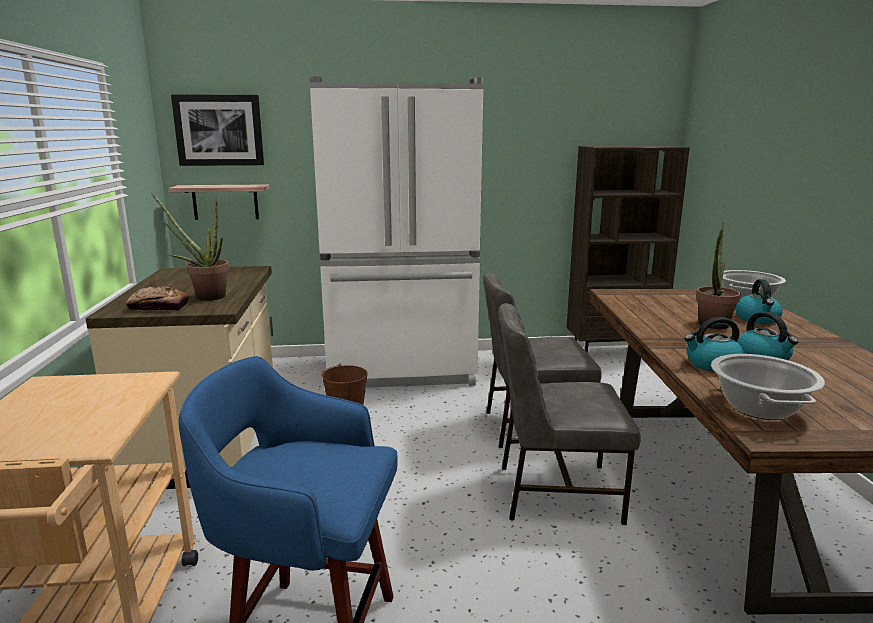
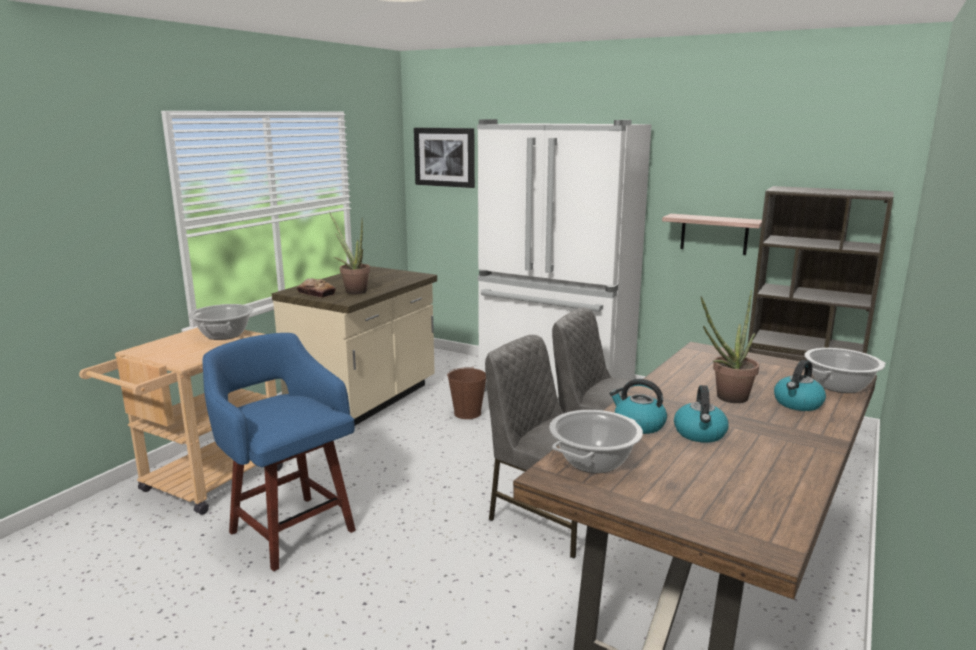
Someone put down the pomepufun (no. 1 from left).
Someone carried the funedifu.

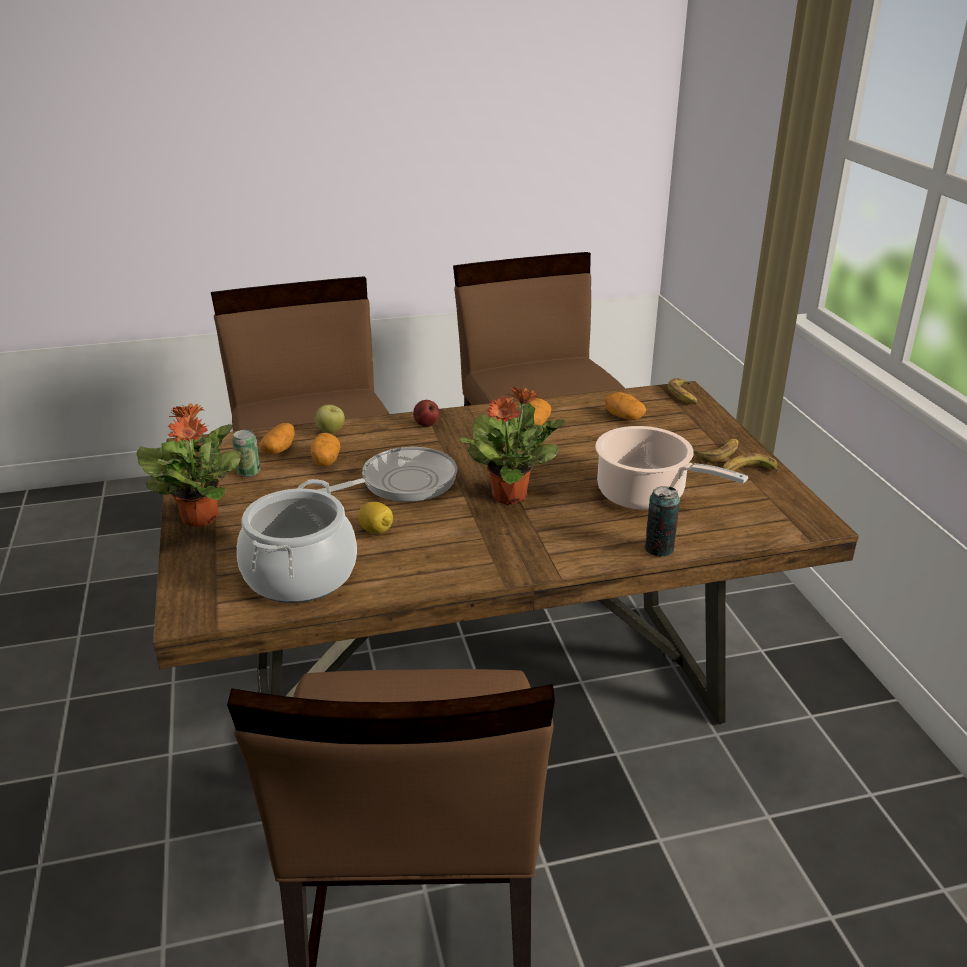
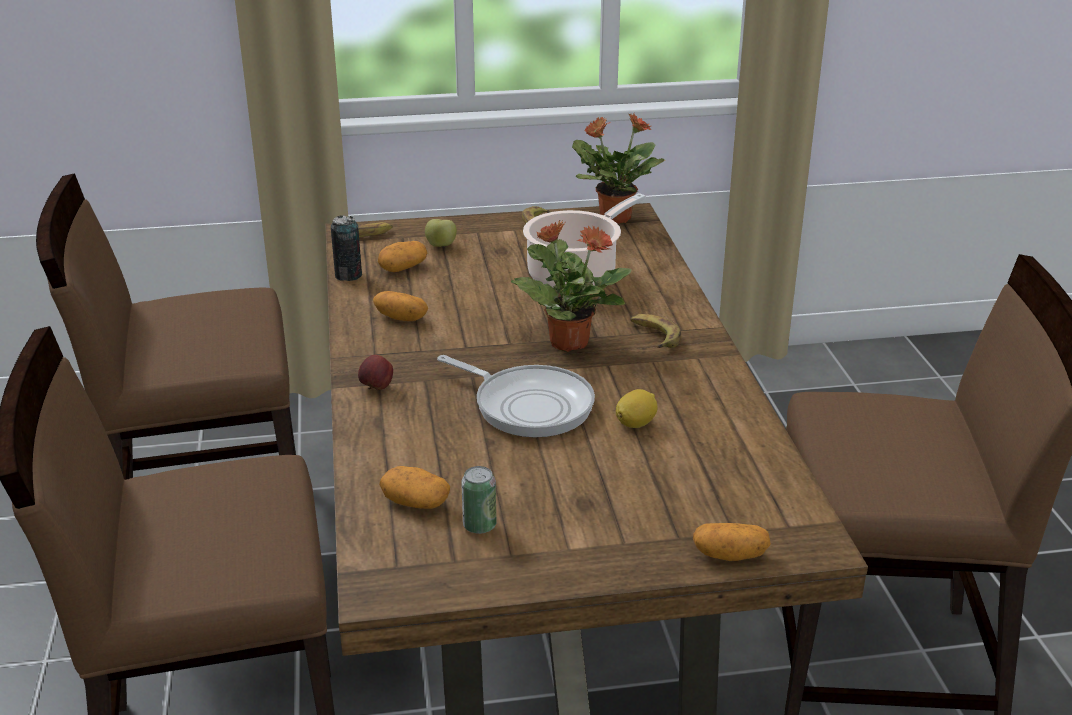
Someone carried the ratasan (no. 2 from left in the first image).
Someone carried the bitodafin (no. 1 from left in the first image).
Someone rotated the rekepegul by 150 degrees clockwise.
Someone carried the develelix (no. 1 from left in the first image).
Someone carried the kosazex (no. 2 from left in the first image).
Someone carried the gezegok (no. 2 from left in the first image).
Someone took away the pomepufun (no. 1 from left).

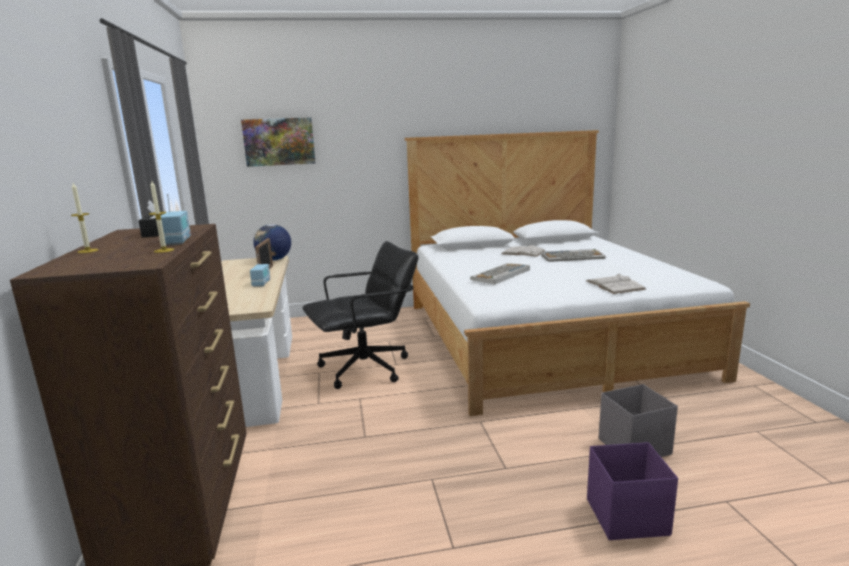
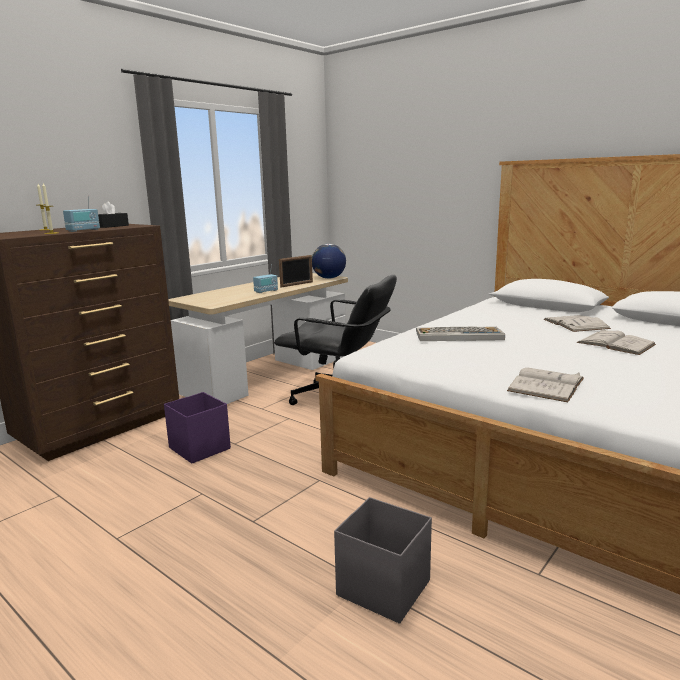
Someone carried the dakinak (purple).
Someone swapped the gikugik (no. 2 from left) for the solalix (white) (no. 3 from left).
Someone took away the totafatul.

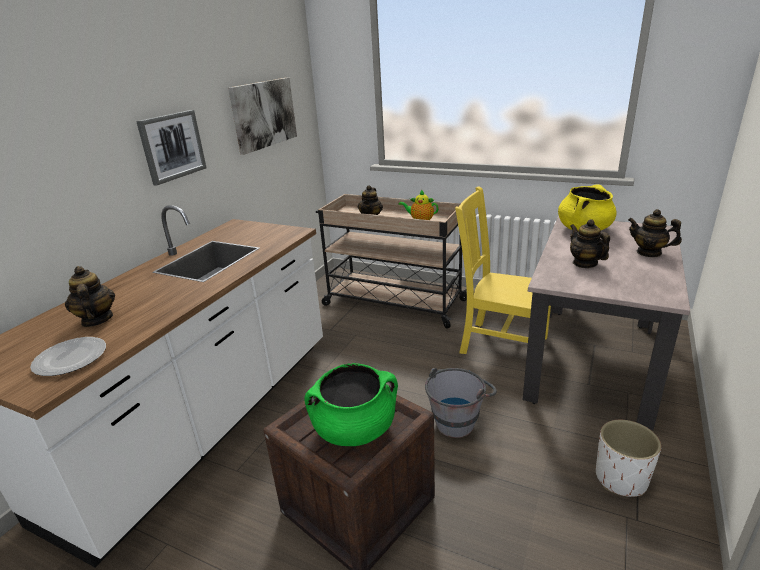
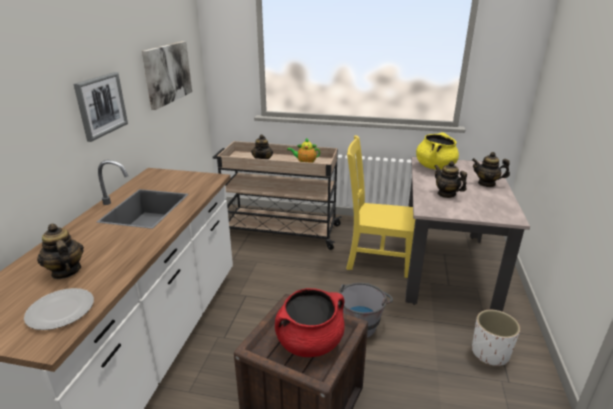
Someone repainted the pomepufun (green), which became the pomepufun (red).

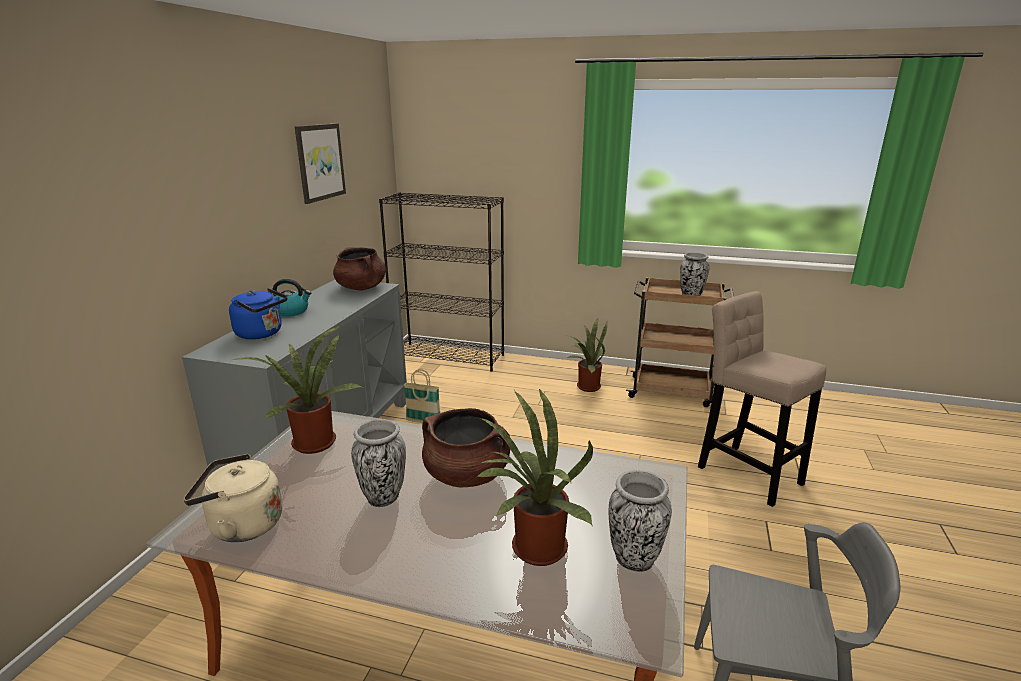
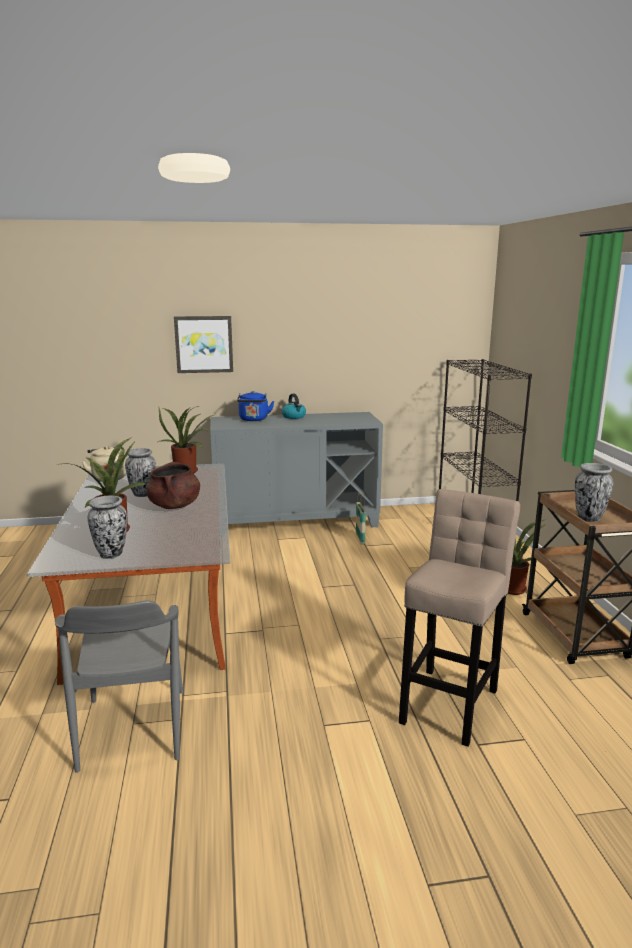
Someone carried the totafatul.
Someone took away the pomepufun (brown) (no. 1 from left).

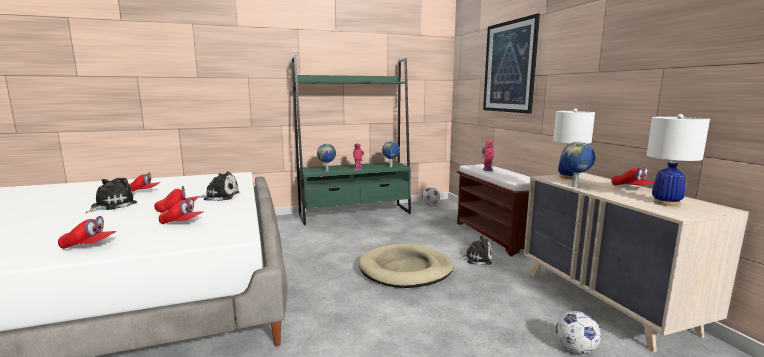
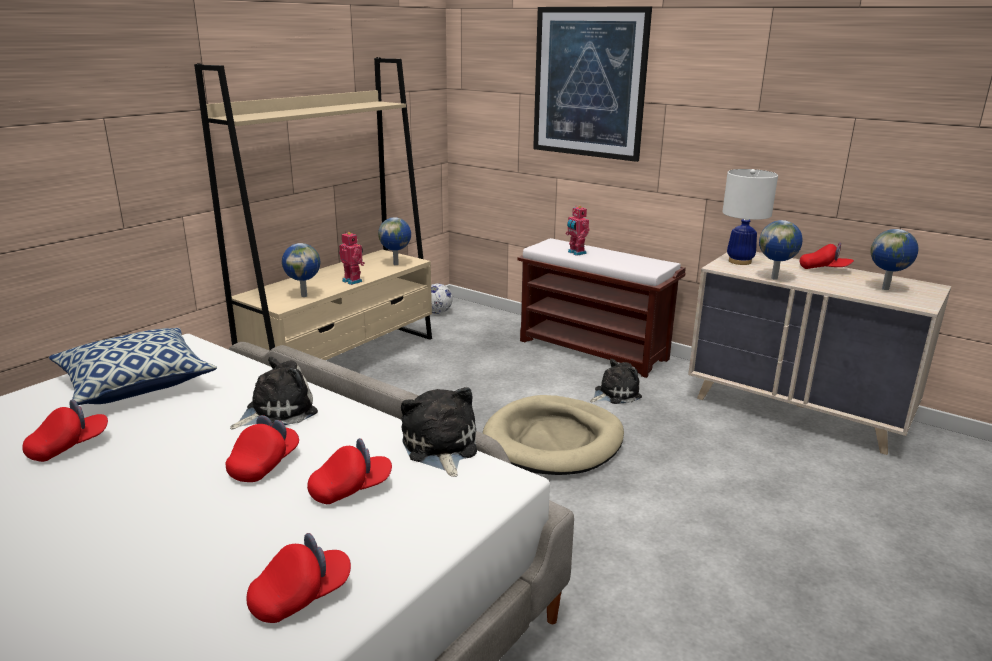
Someone put down the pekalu.
Someone repainted the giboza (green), which became the giboza (beige).
Someone carried the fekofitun (no. 1 from left in the first image).
Someone swapped the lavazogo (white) (no. 2 from left) for the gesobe (no. 4 from left).
Someone took away the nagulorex (no. 2 from left).

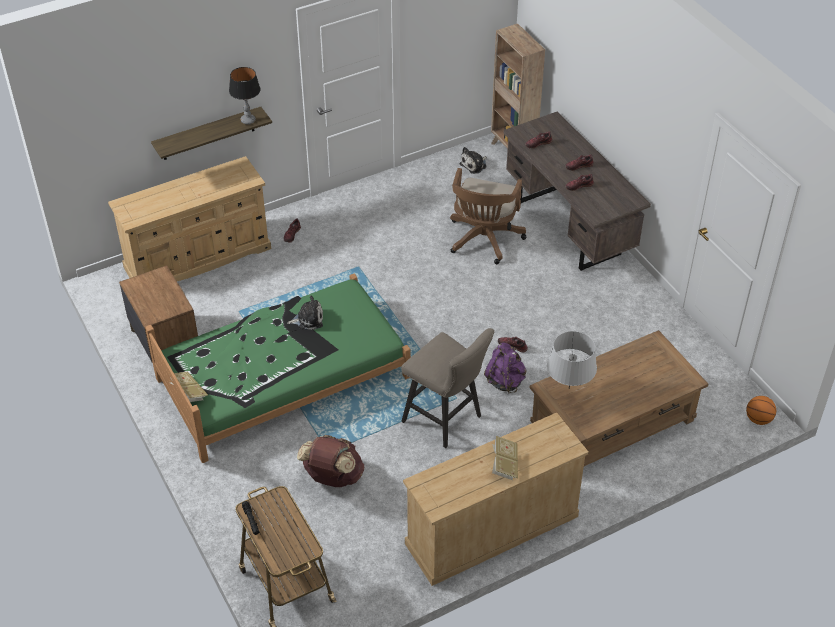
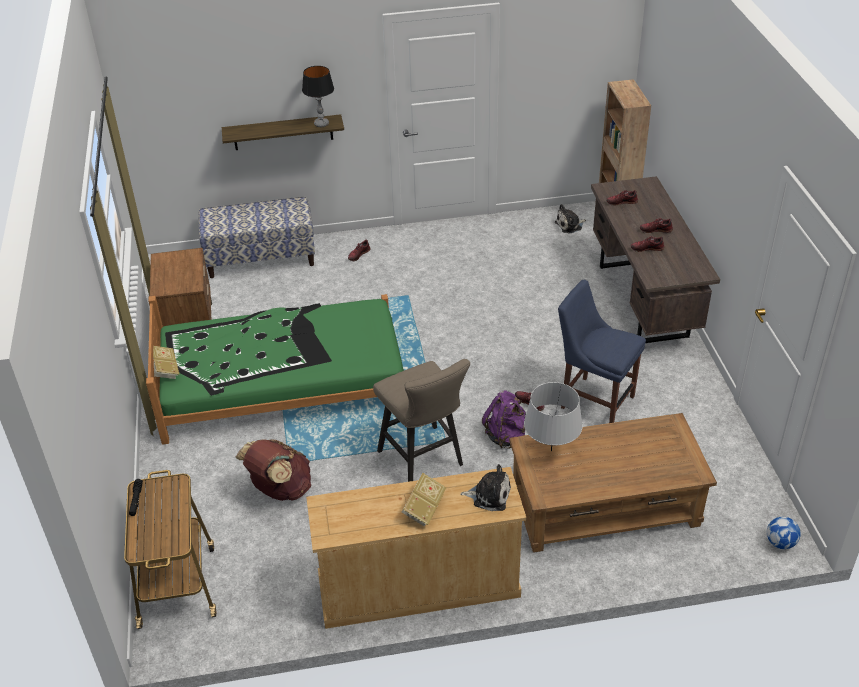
Someone swapped the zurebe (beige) (no. 1 from left) for the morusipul.
Someone carried the fekofitun (no. 1 from left).
Someone put down the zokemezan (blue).
Someone swapped the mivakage for the nagulorex.
Someone took away the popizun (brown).

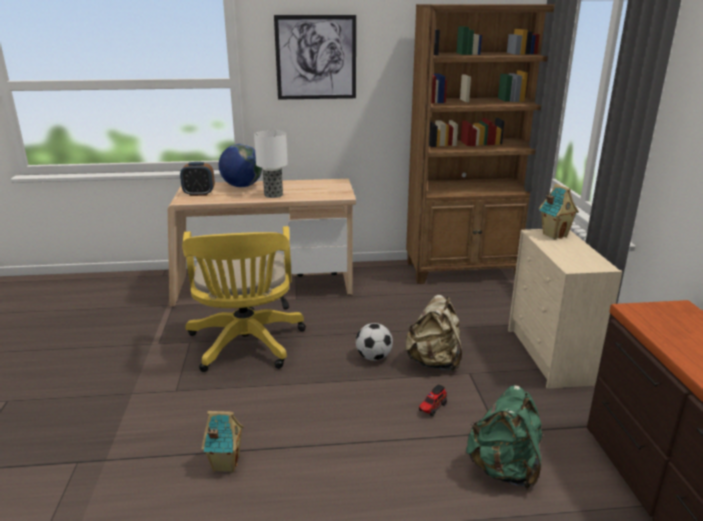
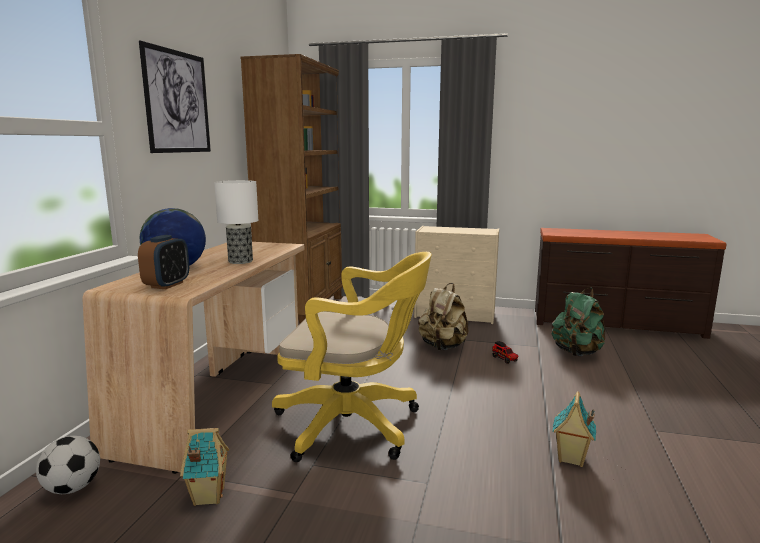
Someone carried the nagulorex.
Someone carried the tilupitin (no. 2 from left in the first image).

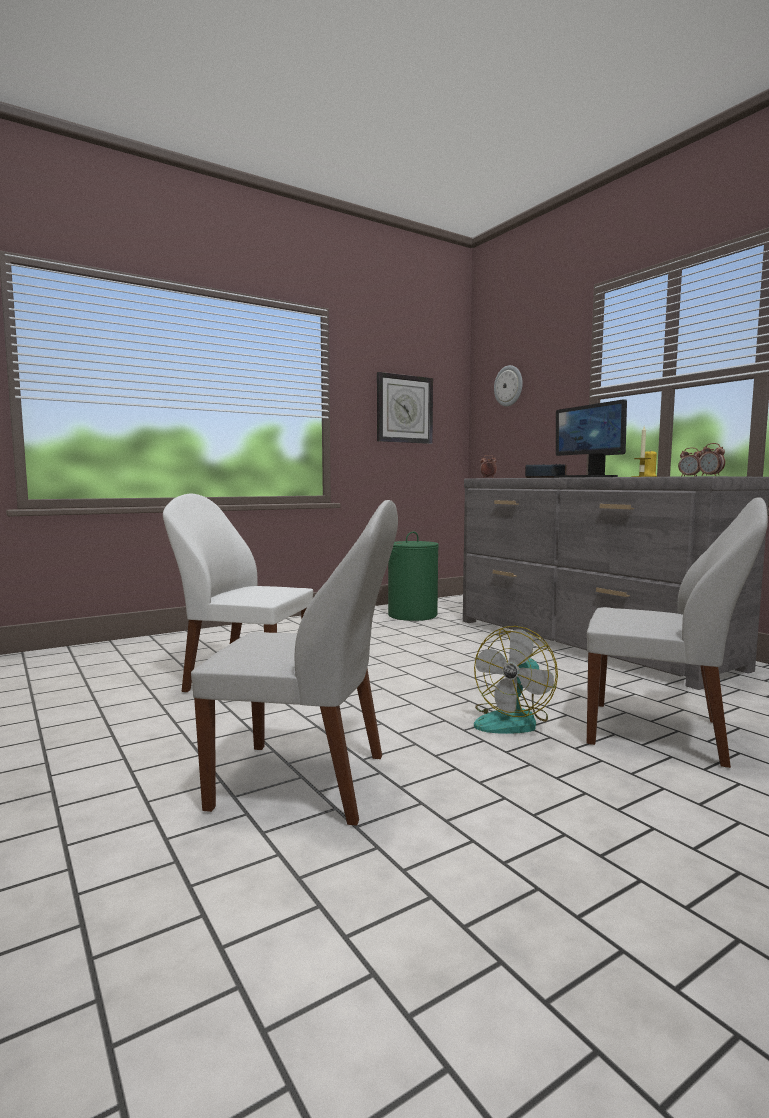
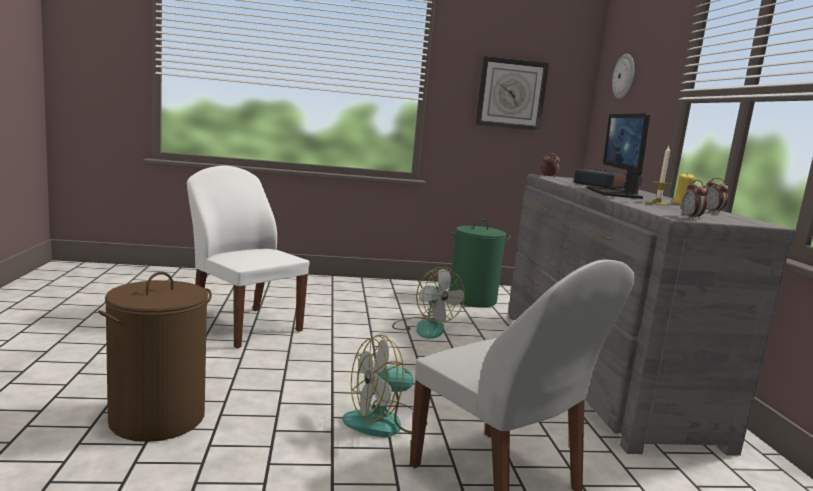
Someone swapped the zokemezan (white) (no. 2 from left) for the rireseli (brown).
Someone put down the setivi (no. 2 from left).

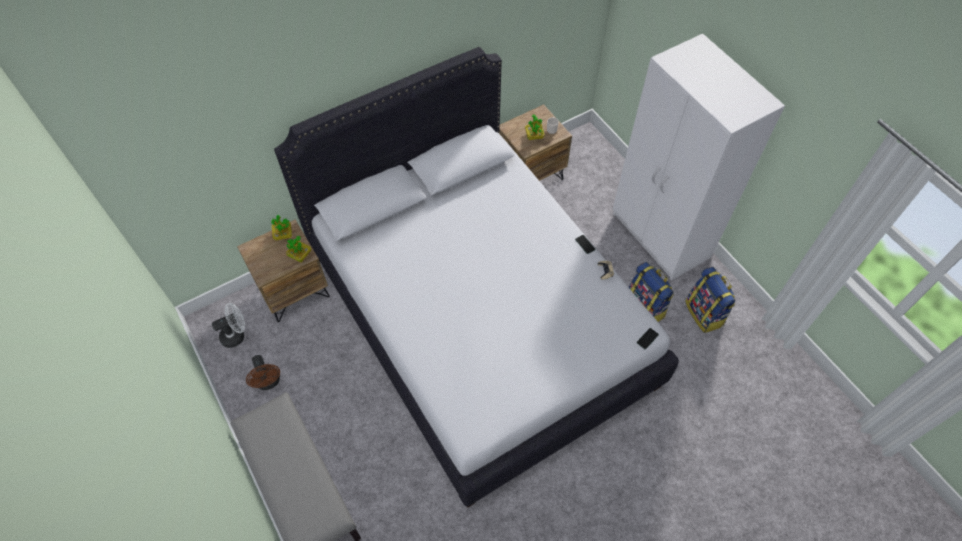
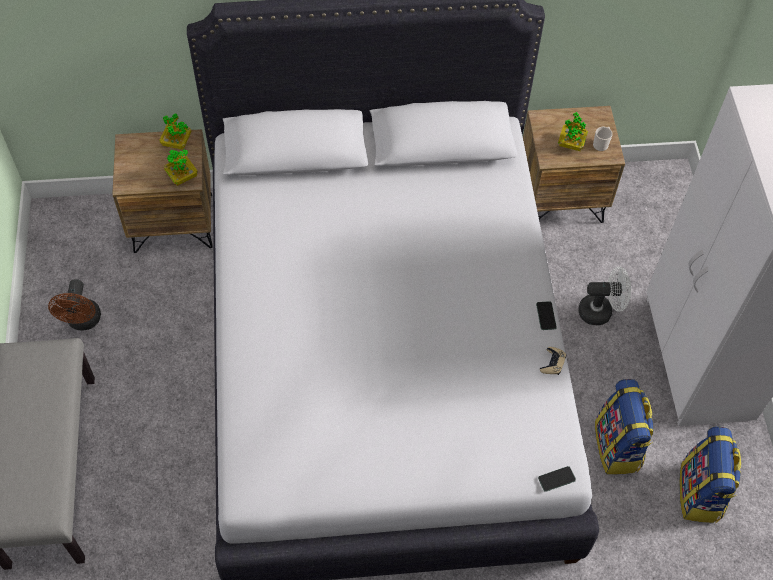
Someone carried the setivi (white).

